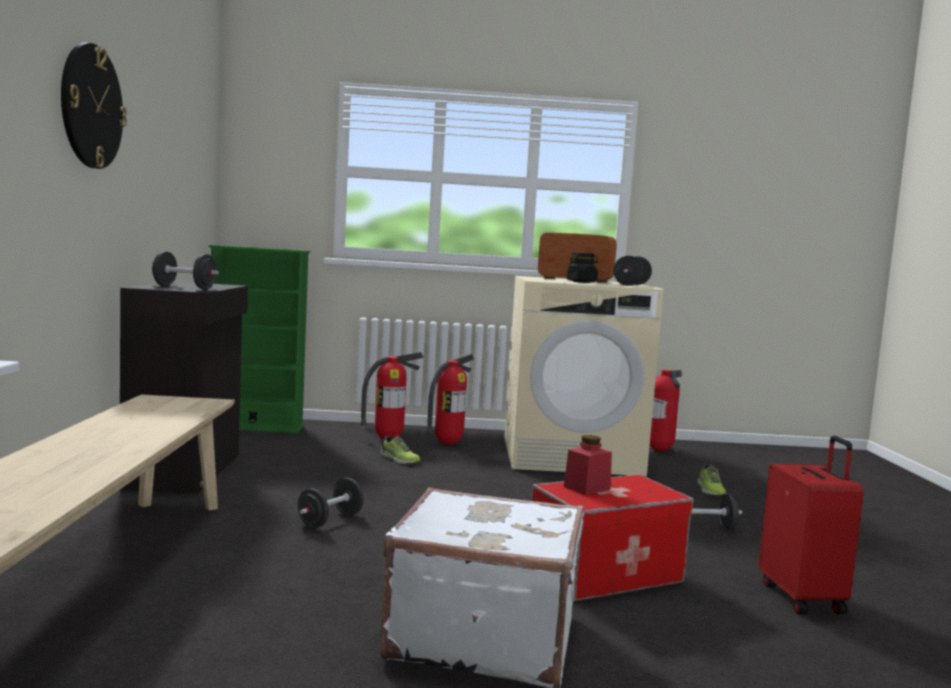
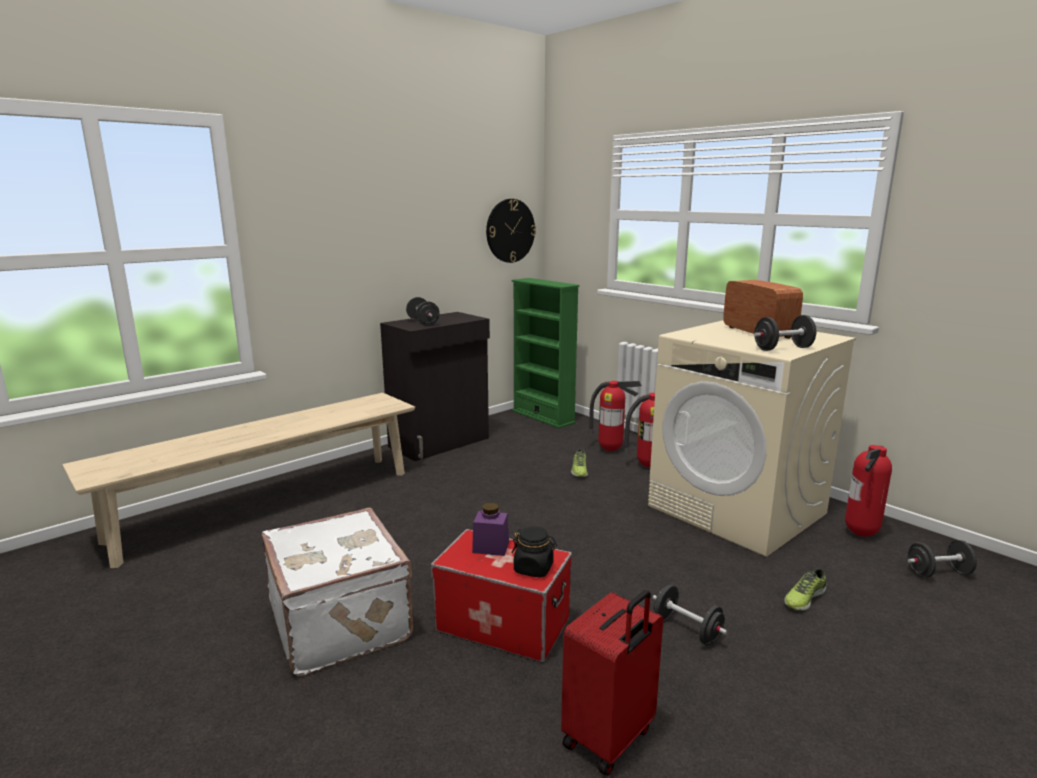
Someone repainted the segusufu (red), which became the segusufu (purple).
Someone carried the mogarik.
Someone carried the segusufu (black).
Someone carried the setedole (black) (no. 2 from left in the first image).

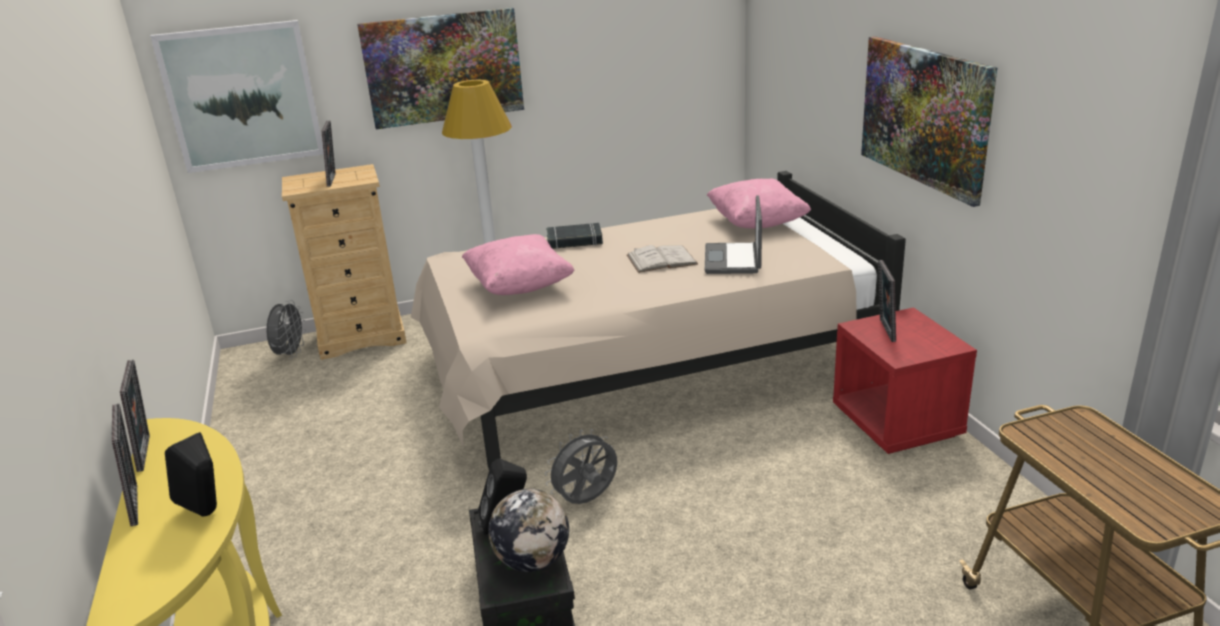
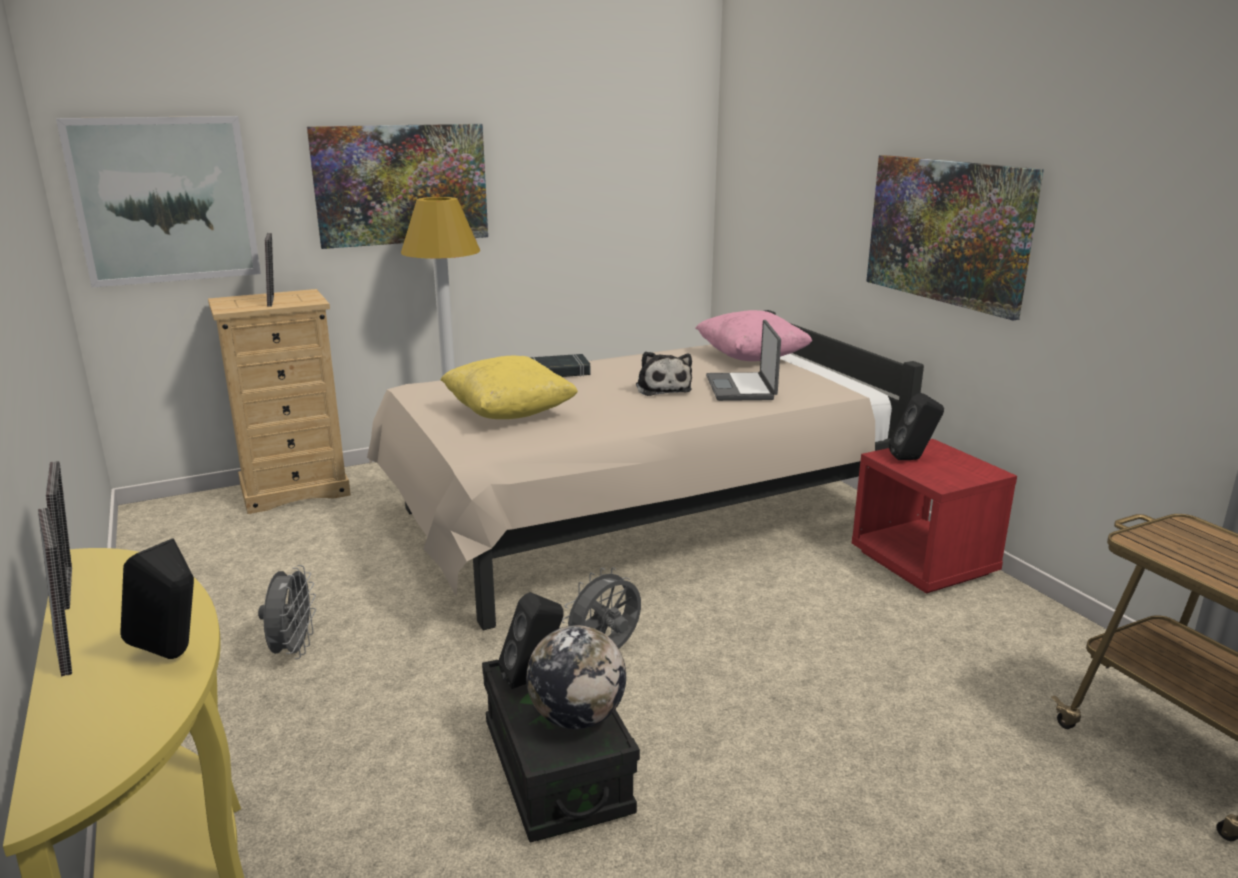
Someone carried the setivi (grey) (no. 1 from left).
Someone repainted the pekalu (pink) (no. 1 from left), which became the pekalu (yellow).
Someone swapped the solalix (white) for the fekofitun.
Someone swapped the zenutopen (no. 4 from left) for the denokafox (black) (no. 3 from left).

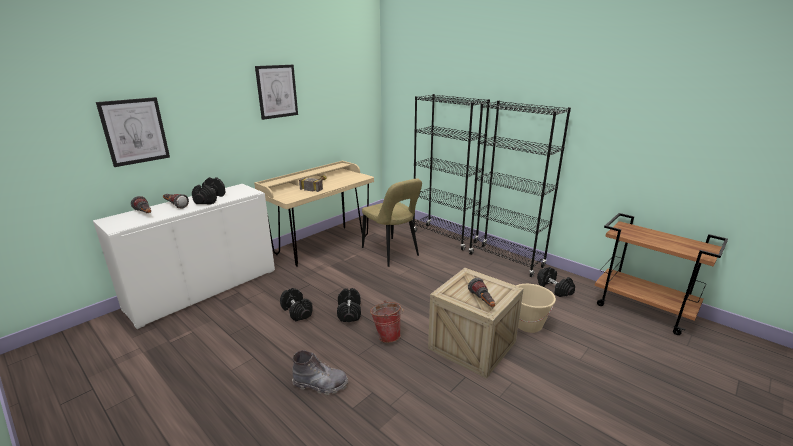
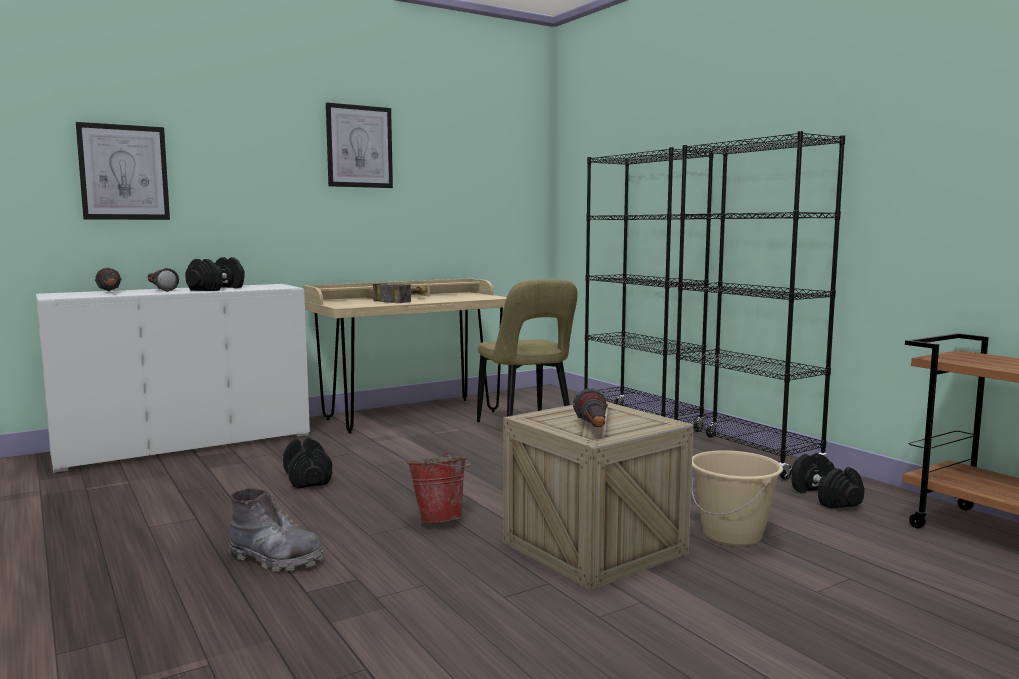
Someone took away the setedole (black) (no. 3 from left).

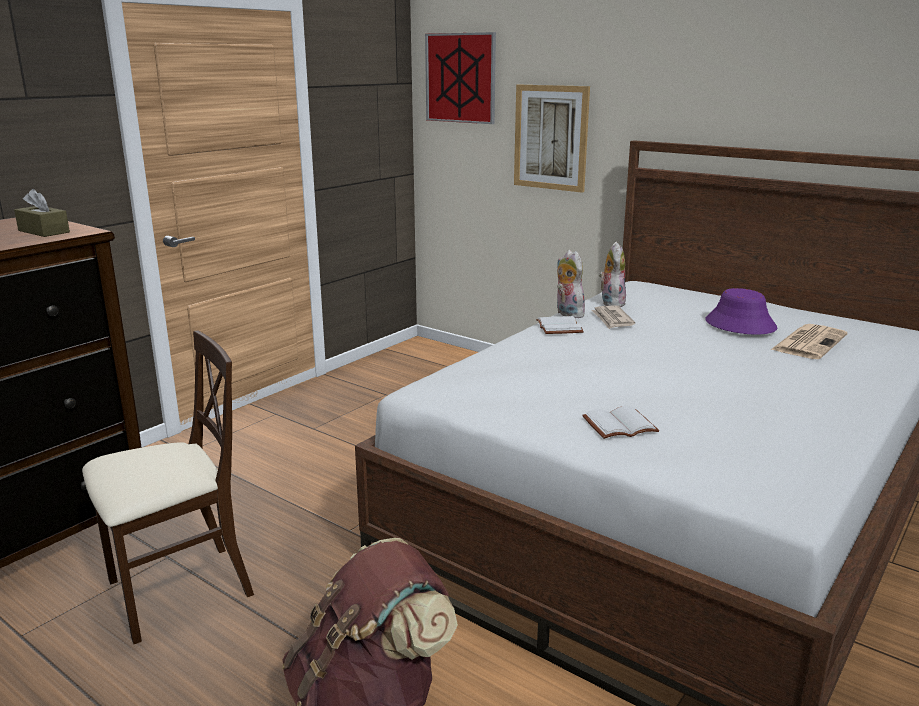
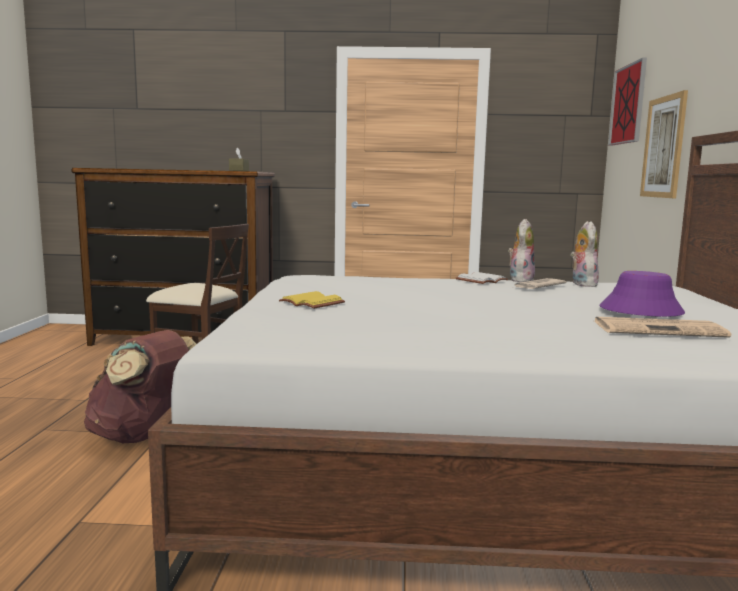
Someone repainted the solalix (white) (no. 2 from left), which became the solalix (yellow).
Someone rotated the fekofitun (no. 2 from left) by 60 degrees counterclockwise.

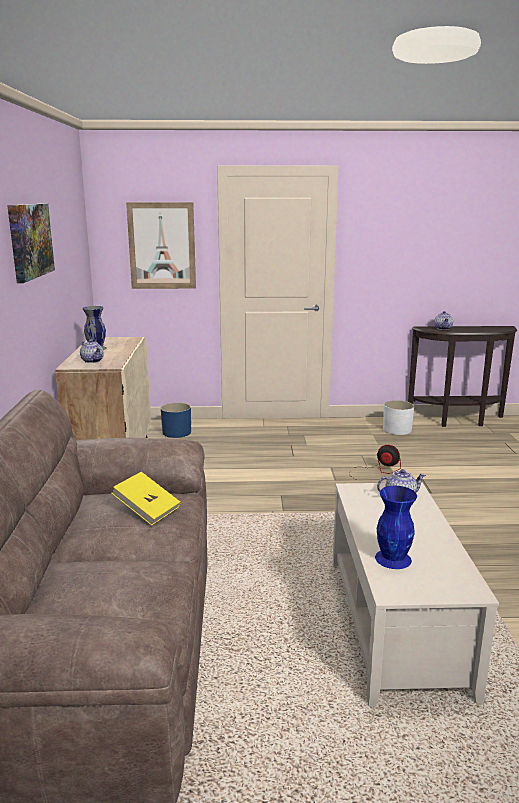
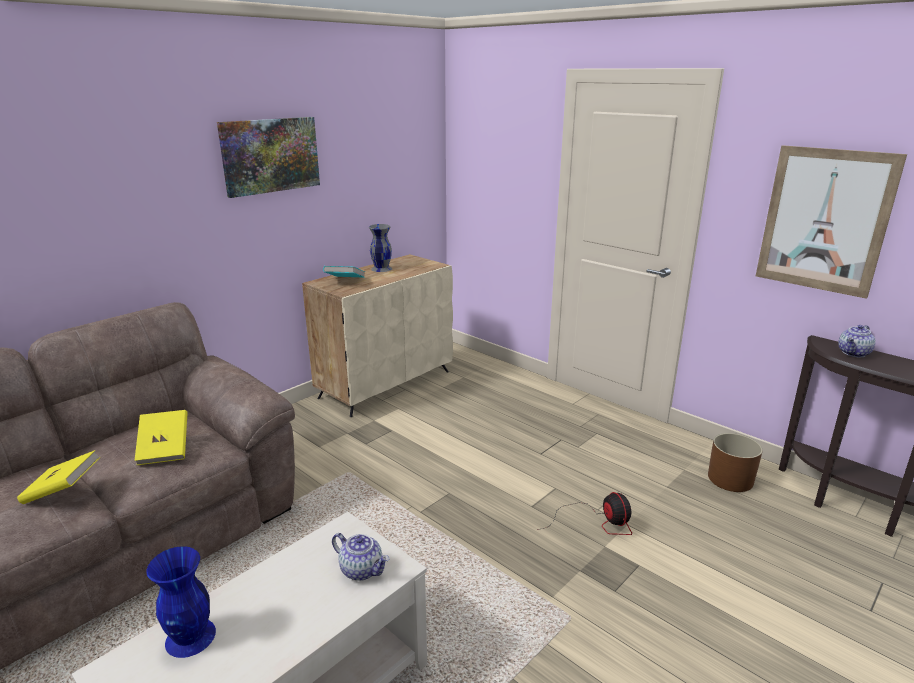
Someone put down the solalix (yellow) (no. 1 from left).
Someone swapped the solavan (no. 1 from left) for the solalix (turquoise).
Someone repainted the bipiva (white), which became the bipiva (brown).
Someone carried the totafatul (no. 2 from left).
Someone took away the bipiva (blue).

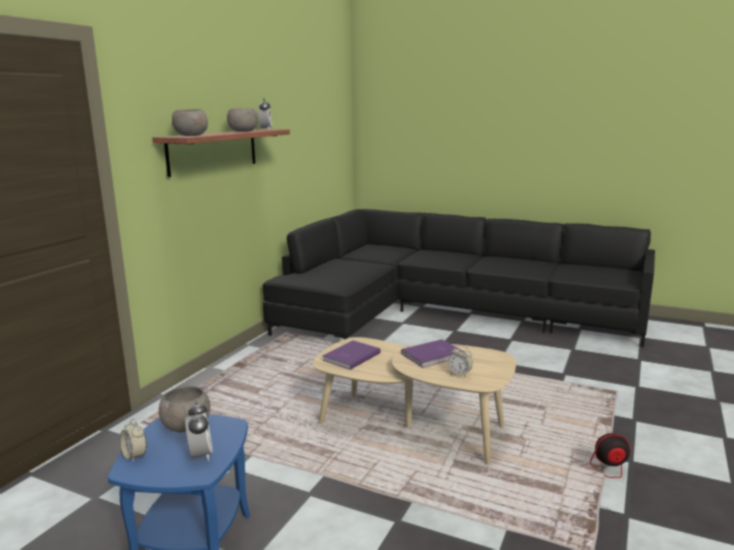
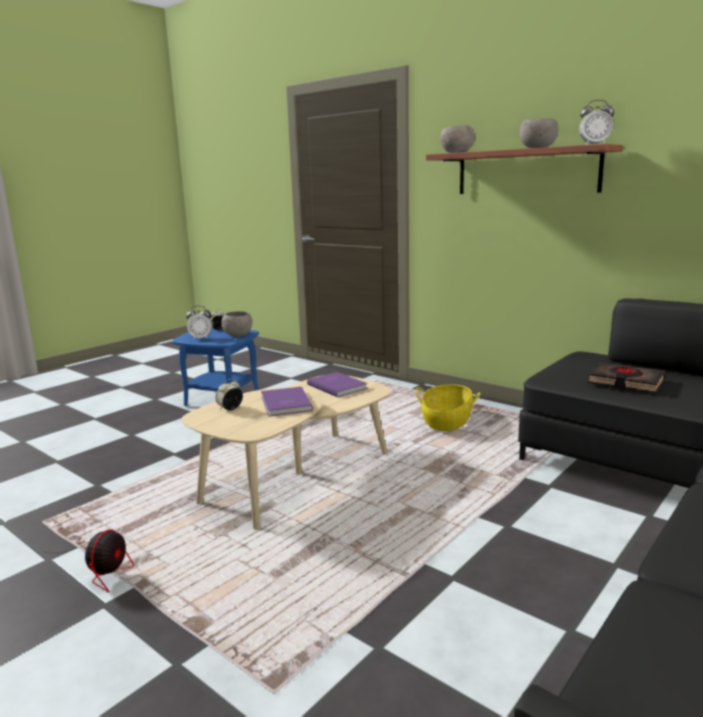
Someone put down the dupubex.
Someone put down the solalix (black).

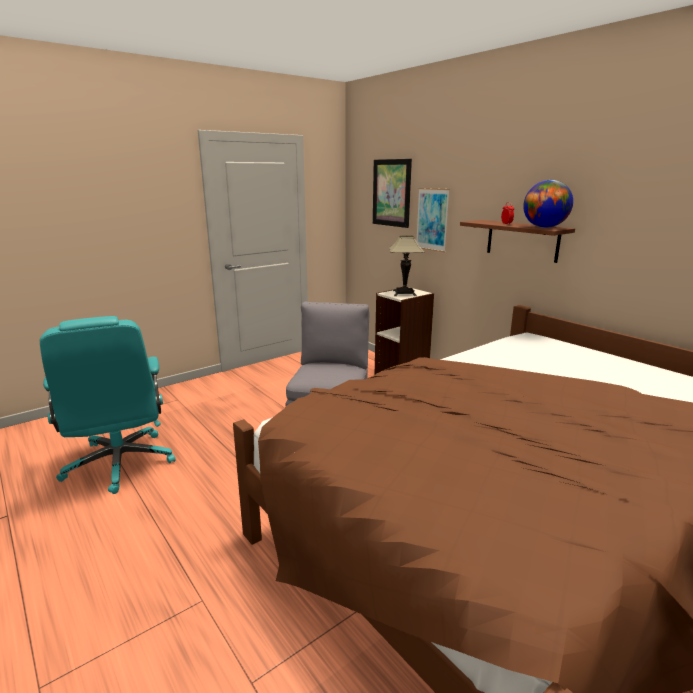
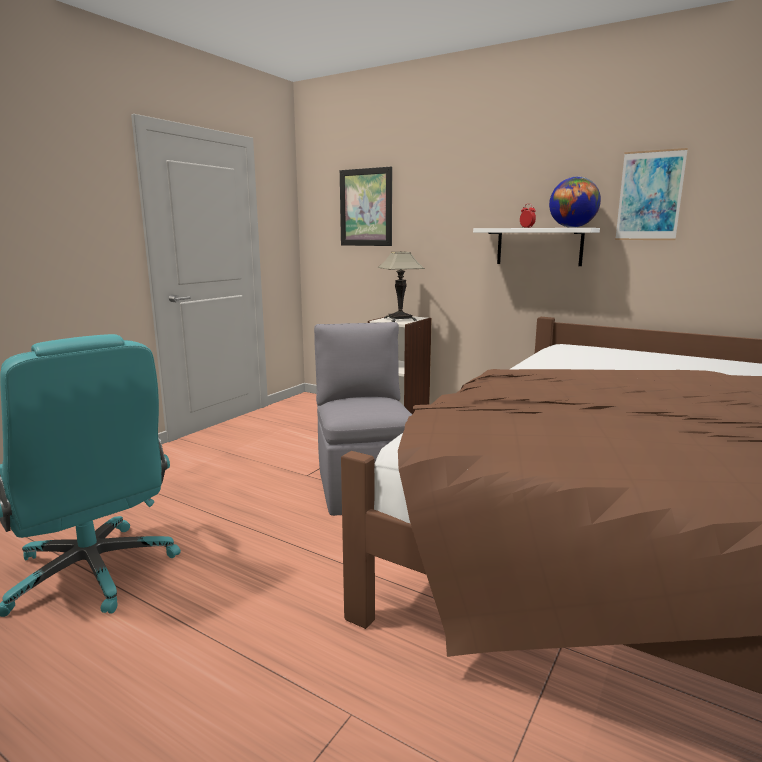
Someone repainted the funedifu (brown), which became the funedifu (white).
Someone carried the totafatul (no. 2 from left).

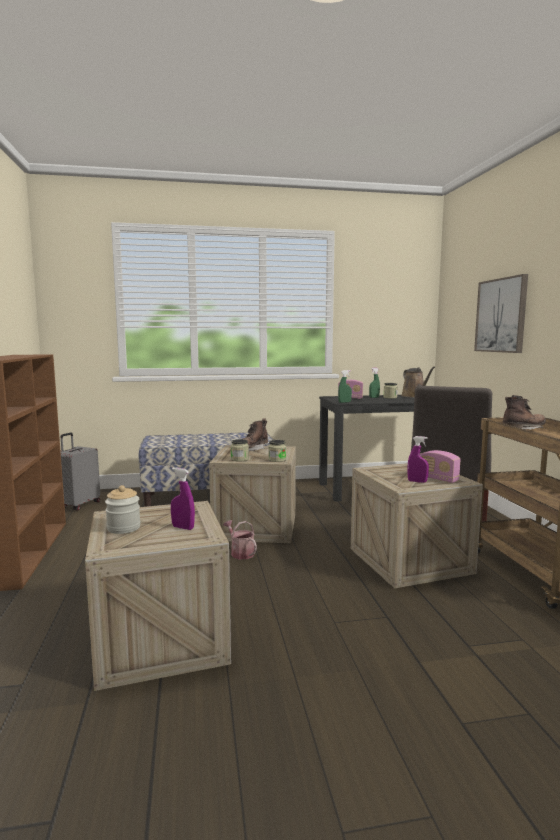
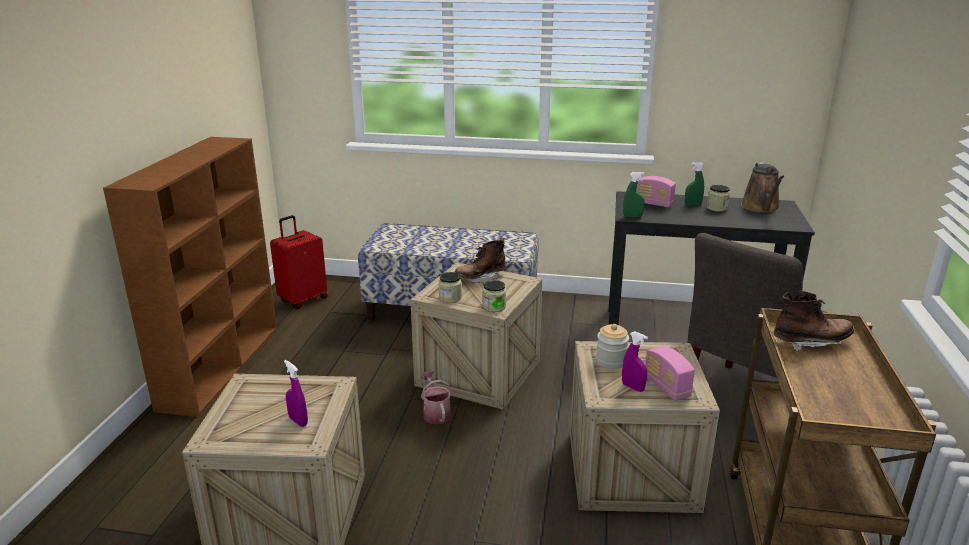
Someone repainted the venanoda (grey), which became the venanoda (red).
Someone carried the segusufu (no. 1 from left in the first image).
Someone took away the totafatul.

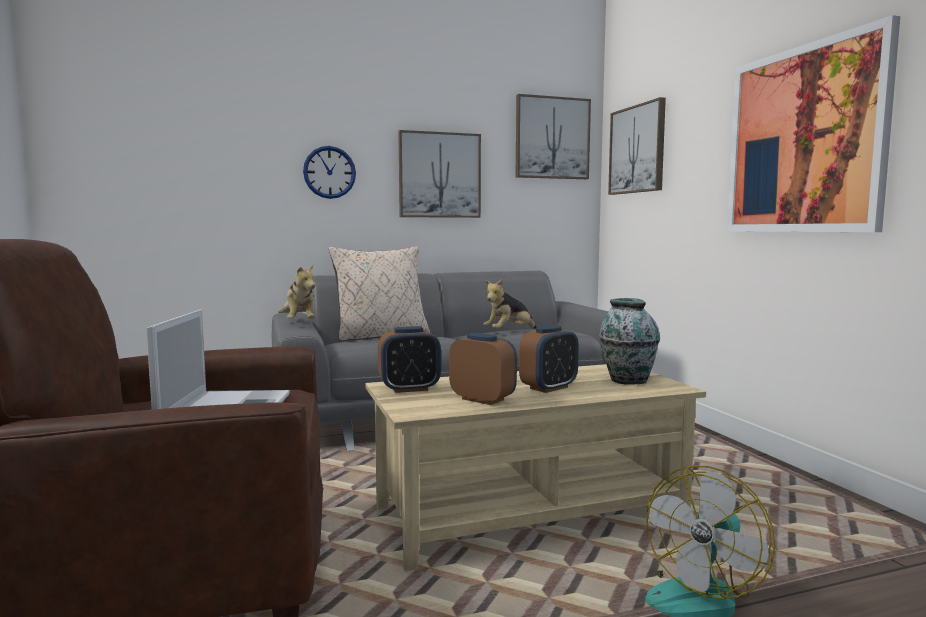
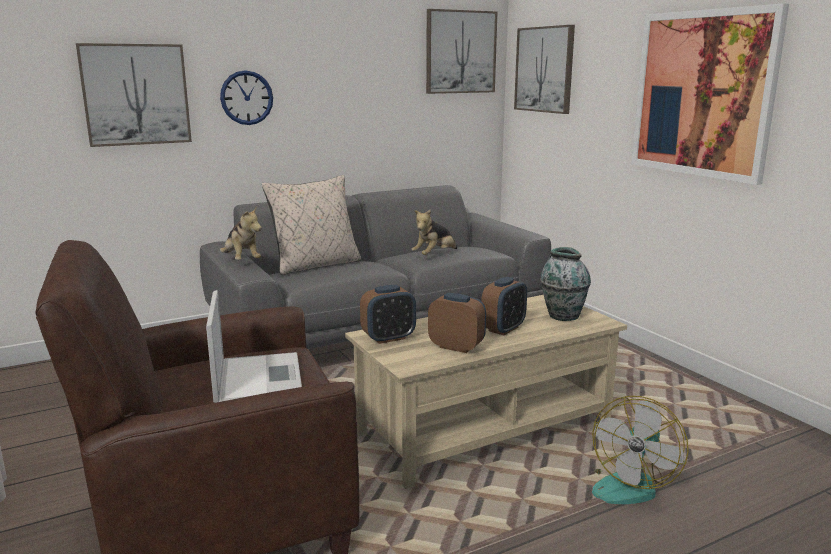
Someone carried the totafatul (no. 1 from left).

